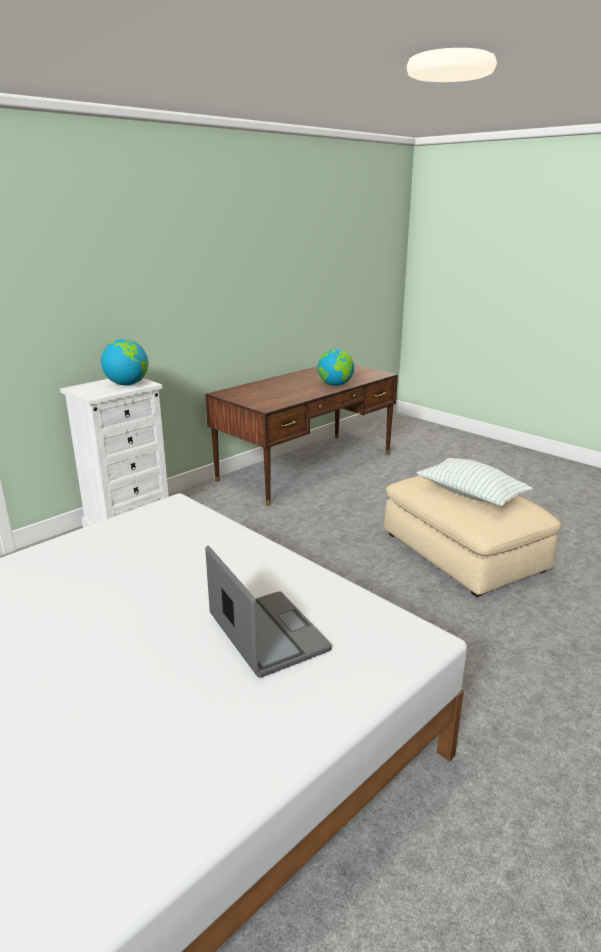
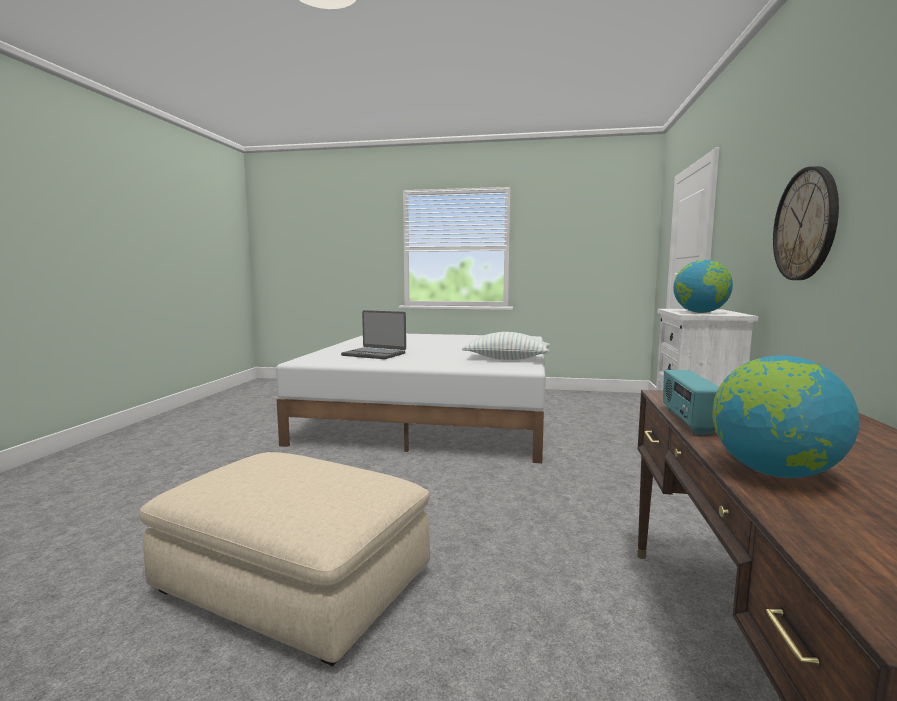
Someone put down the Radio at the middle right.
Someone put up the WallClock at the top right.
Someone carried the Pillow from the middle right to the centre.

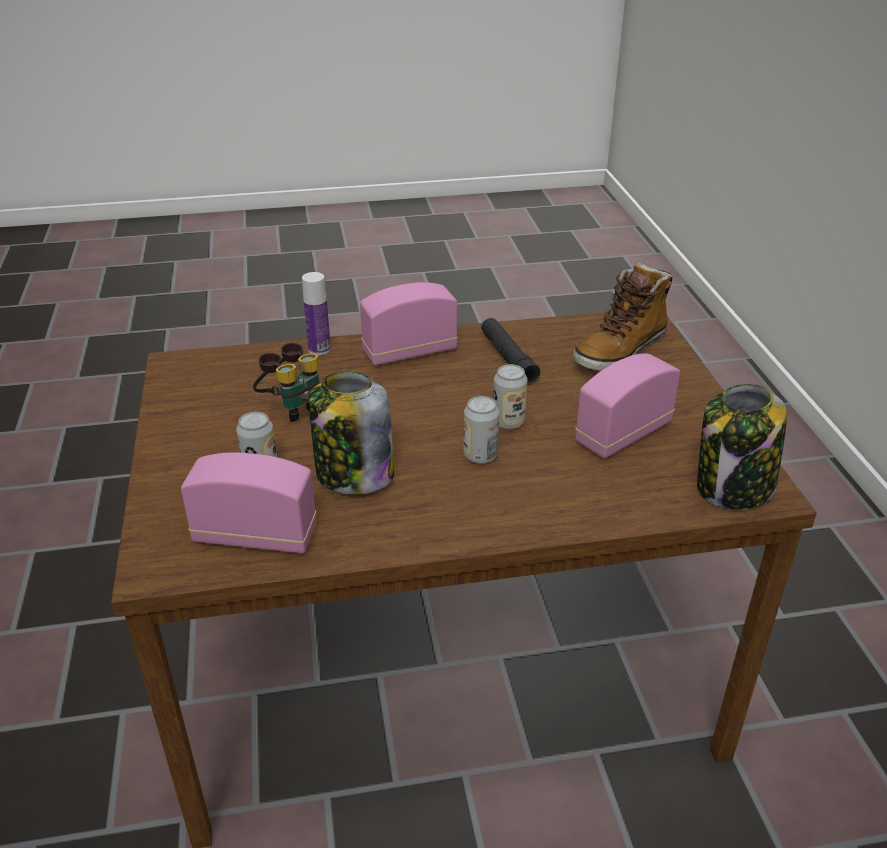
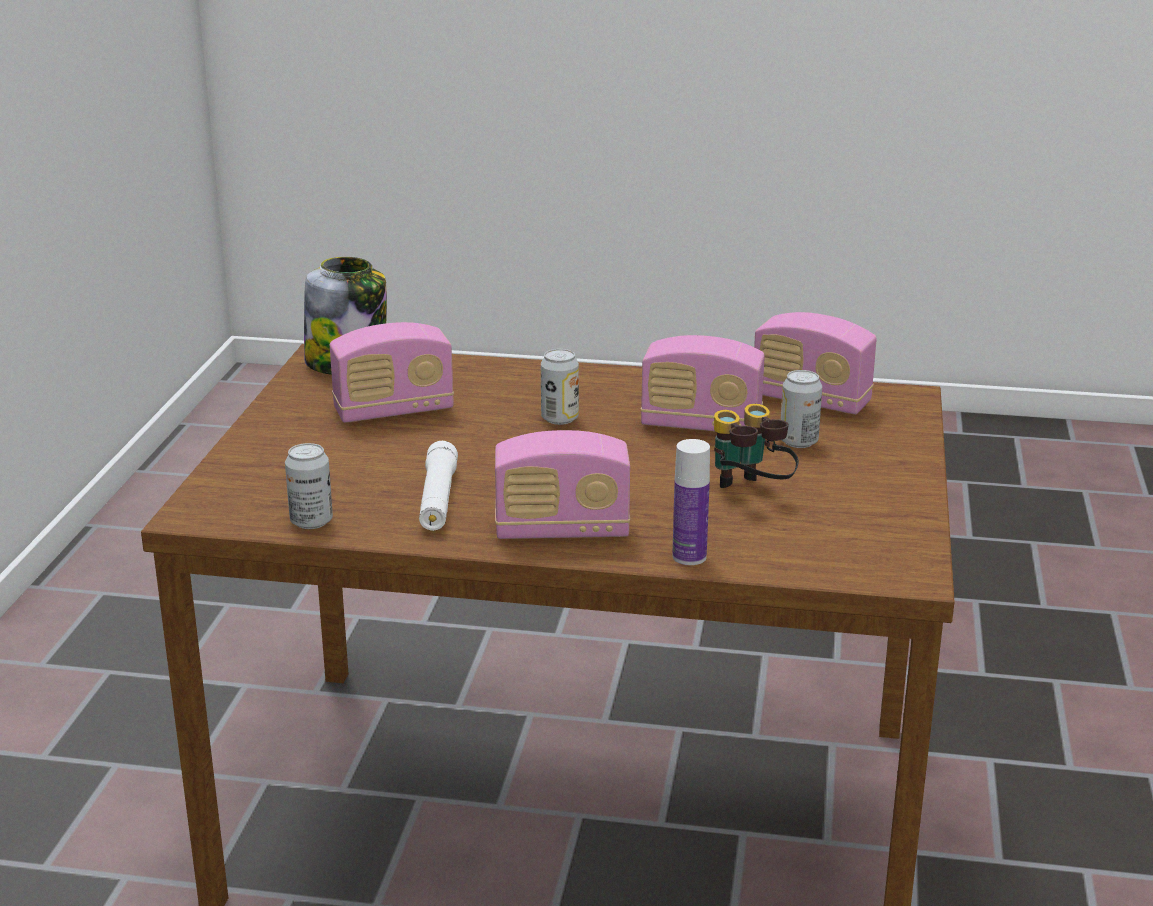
Someone took away the Boot at the middle right.
Someone carried the Can (3rd from left in the first image) from the centre to the middle left.
Someone swapped the Jar (1st from left) at the centre for the Radio (3rd from left) at the centre.
Someone repainted the BlackFlashlight at the centre, which became the WhiteFlashlight at the centre.

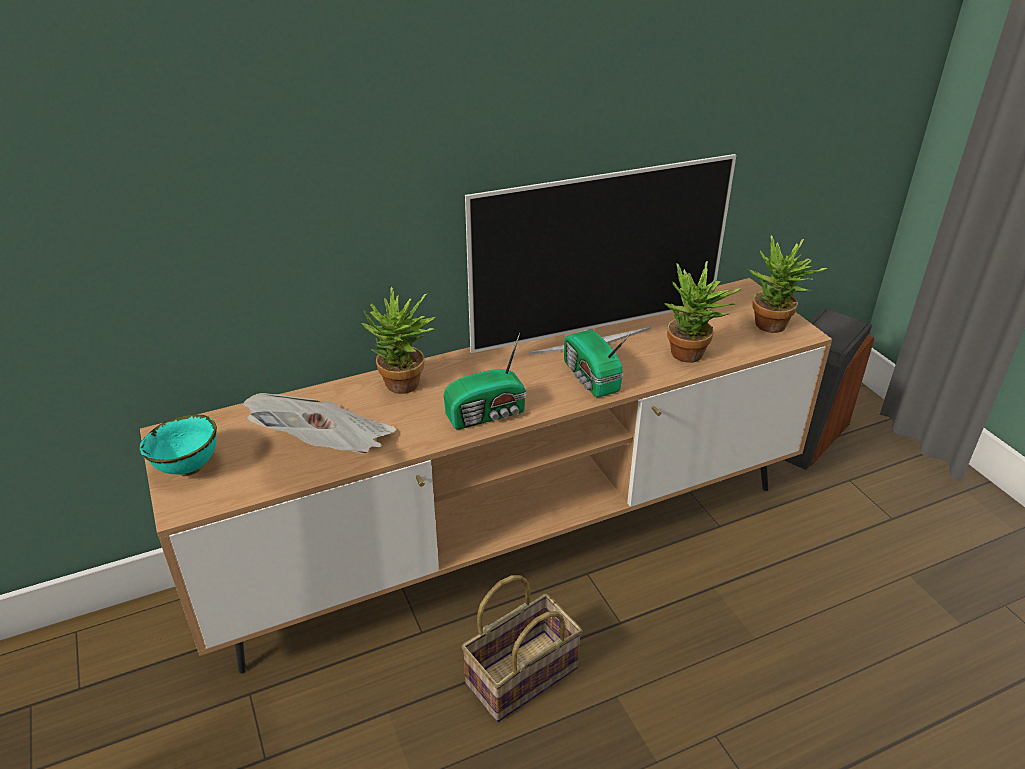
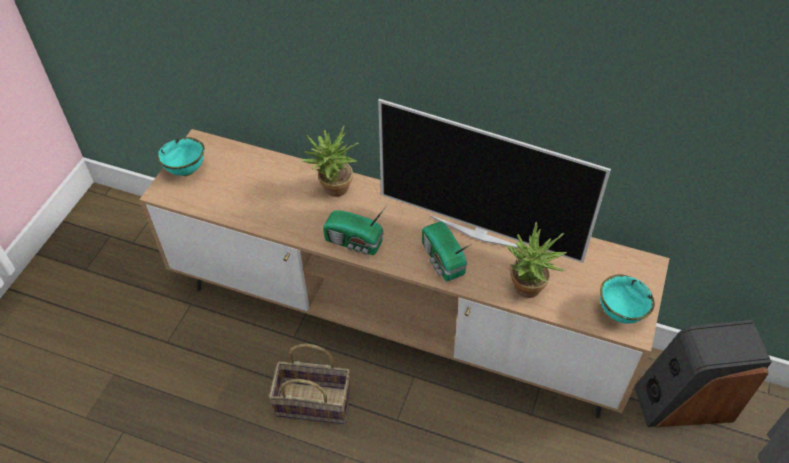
Someone took away the Newspaper at the middle left.
Someone swapped the PottedPlant (3rd from left) at the middle right for the TurquoiseBowl (2nd from left) at the middle right.
Someone rotated the Radio (2nd from left) at the centre by 45 degrees counterclockwise.

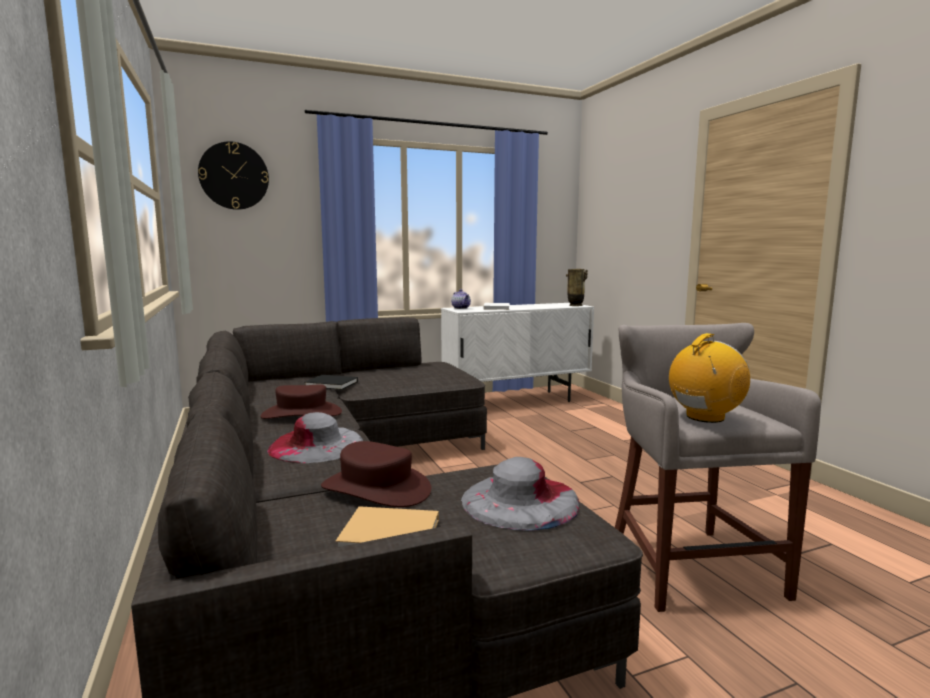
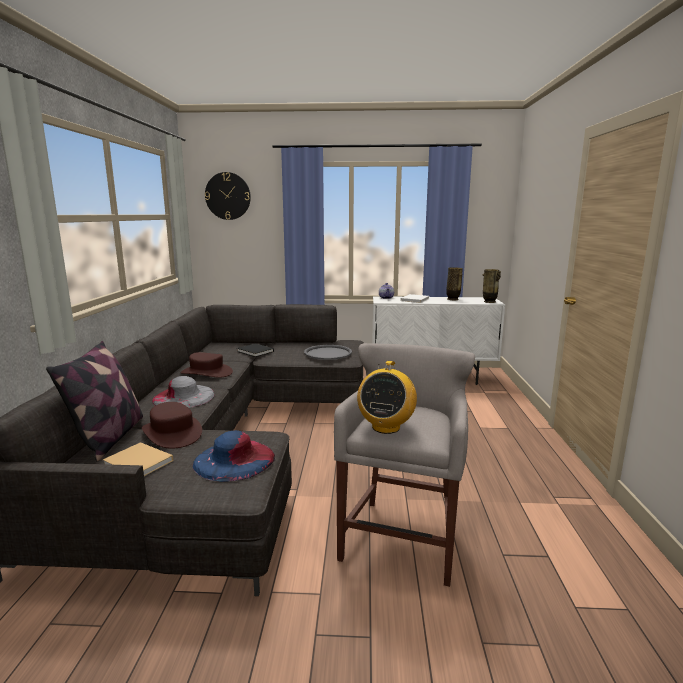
Someone put down the Pillow at the middle left.
Someone put down the GreyTray at the centre.
Someone put down the Vase (1st from left) at the centre.
Someone repainted the GreyHat (2nd from left) at the bottom centre, which became the BlueHat at the bottom centre.
Someone rotated the Radio at the middle right by 120 degrees clockwise.

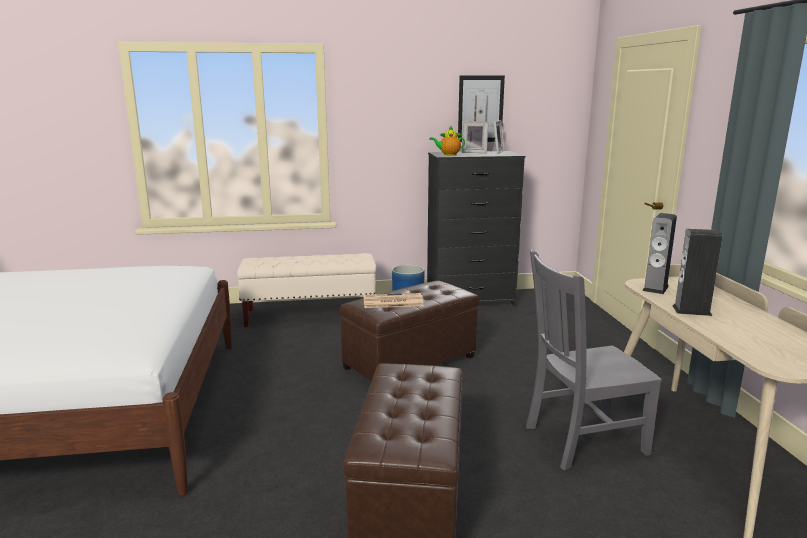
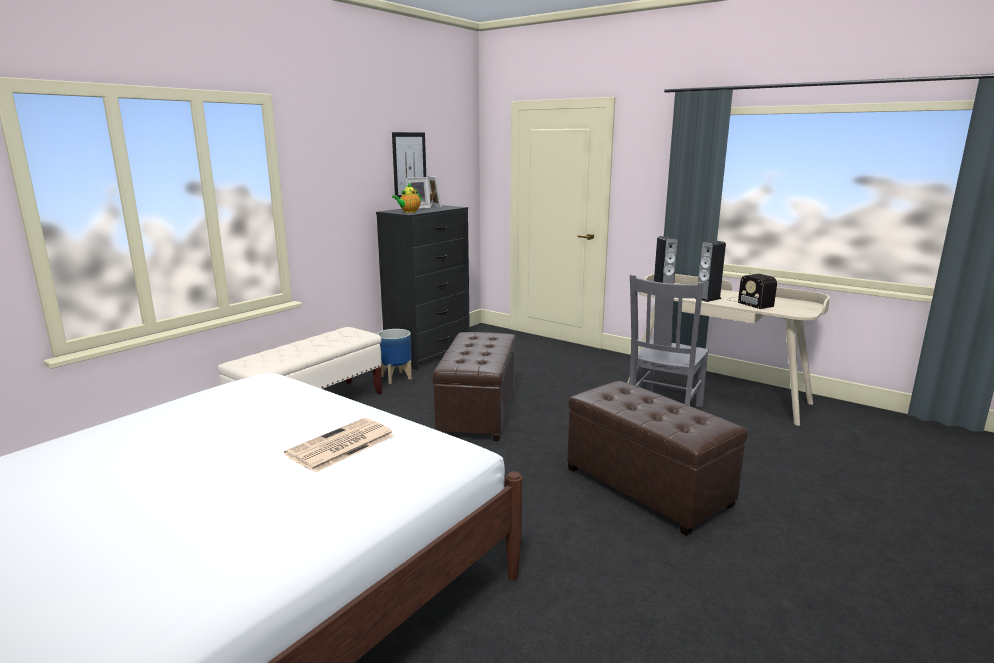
Someone put down the Radio at the middle right.
Someone carried the Newspaper from the centre to the bottom centre.

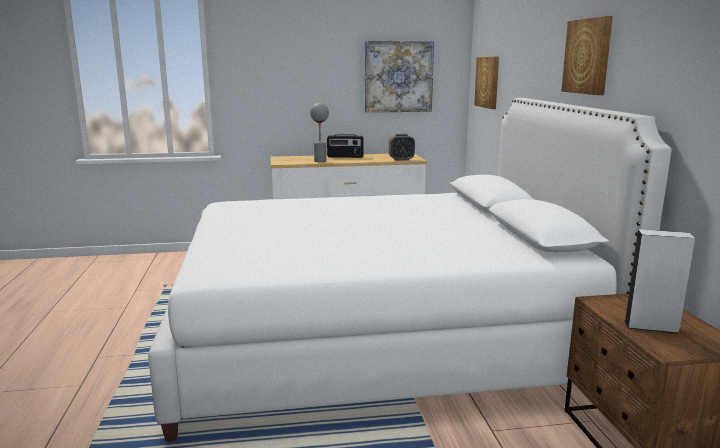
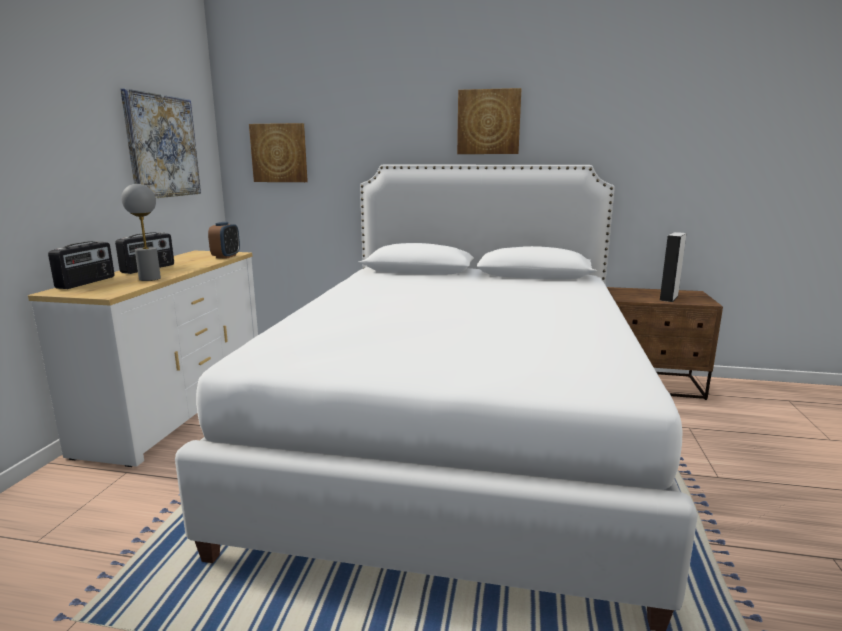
Someone put down the Radio (1st from left) at the middle left.

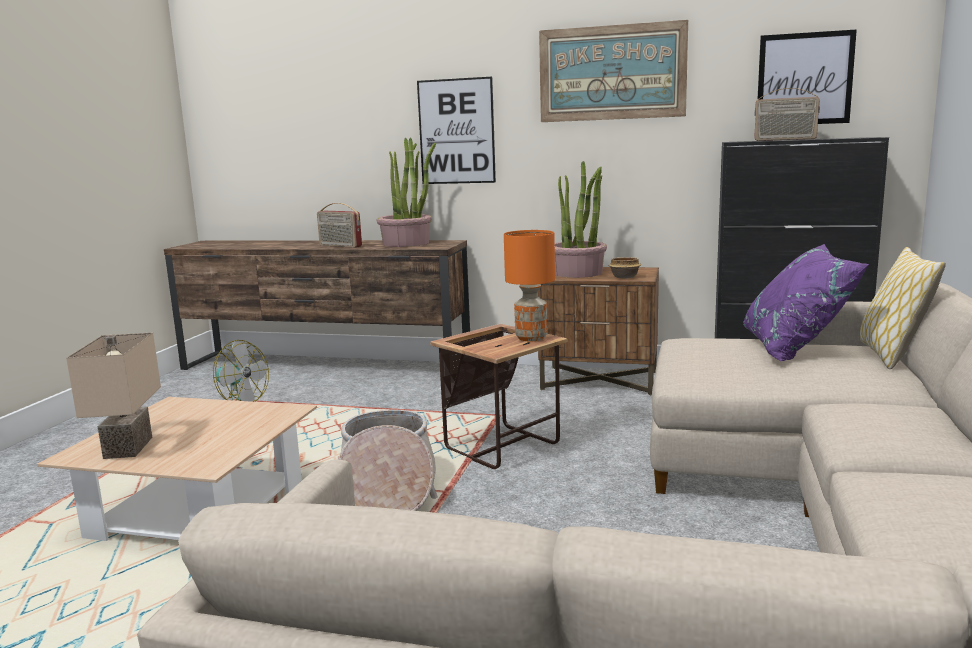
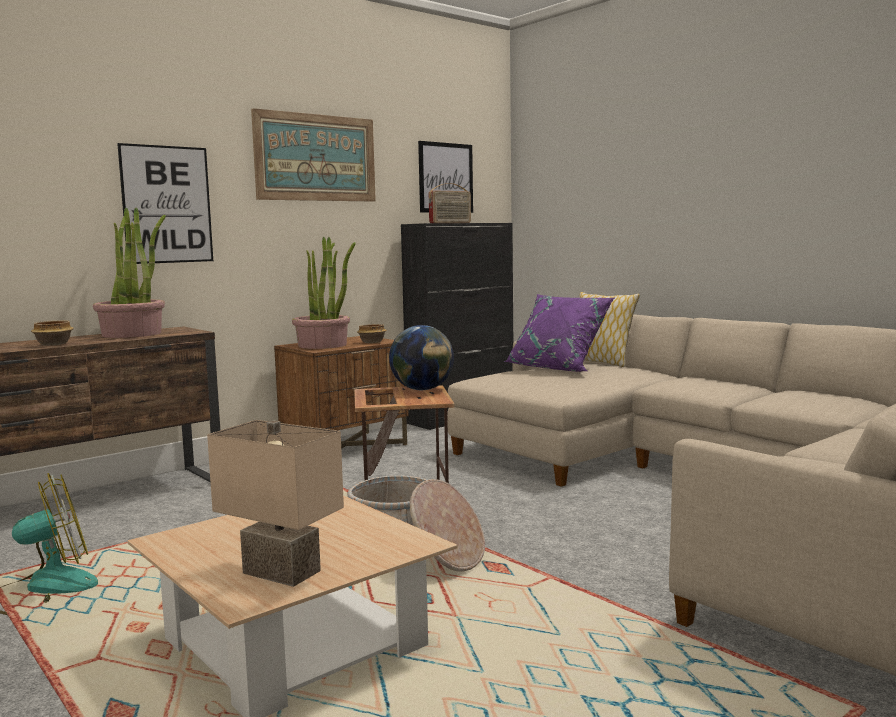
Someone swapped the Radio (1st from left) at the centre for the Bowl (1st from left) at the middle left.
Someone swapped the OrangeTableLamp at the centre for the Globe at the centre.

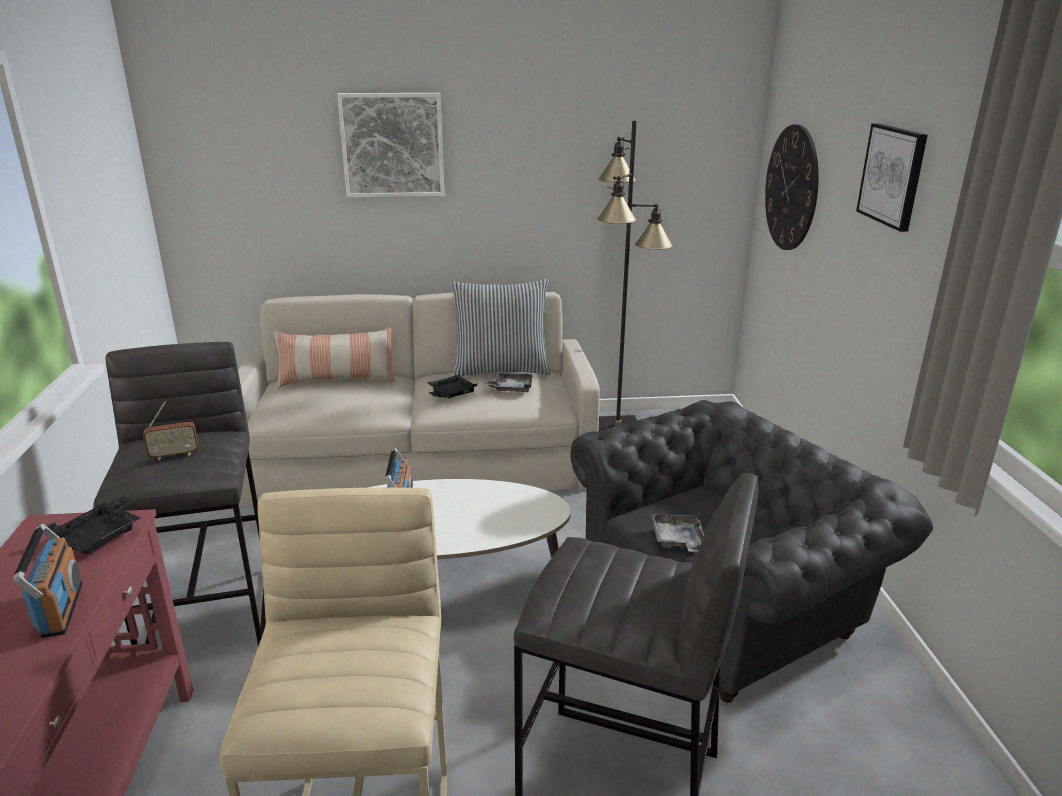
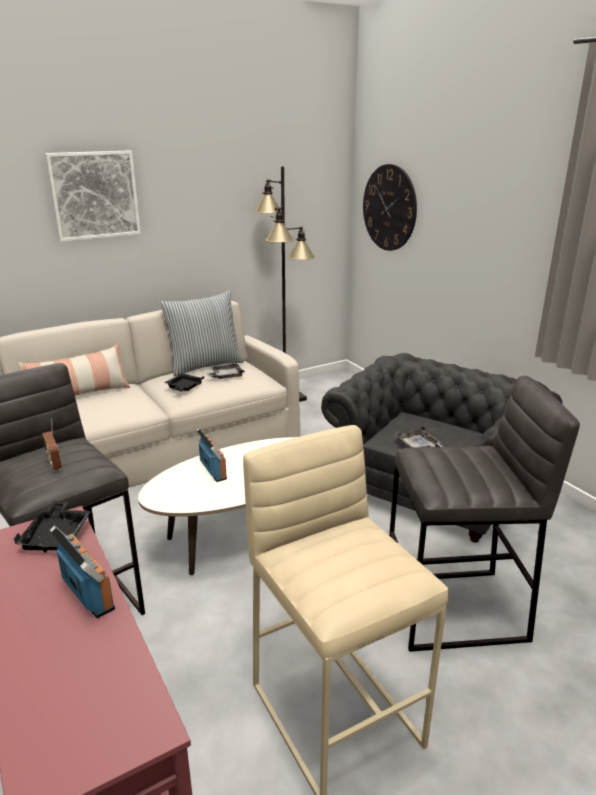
Someone took away the Picture (2nd from left) at the top right.
Someone rotated the Radio (2nd from left in the first image) at the middle left by 105 degrees clockwise.

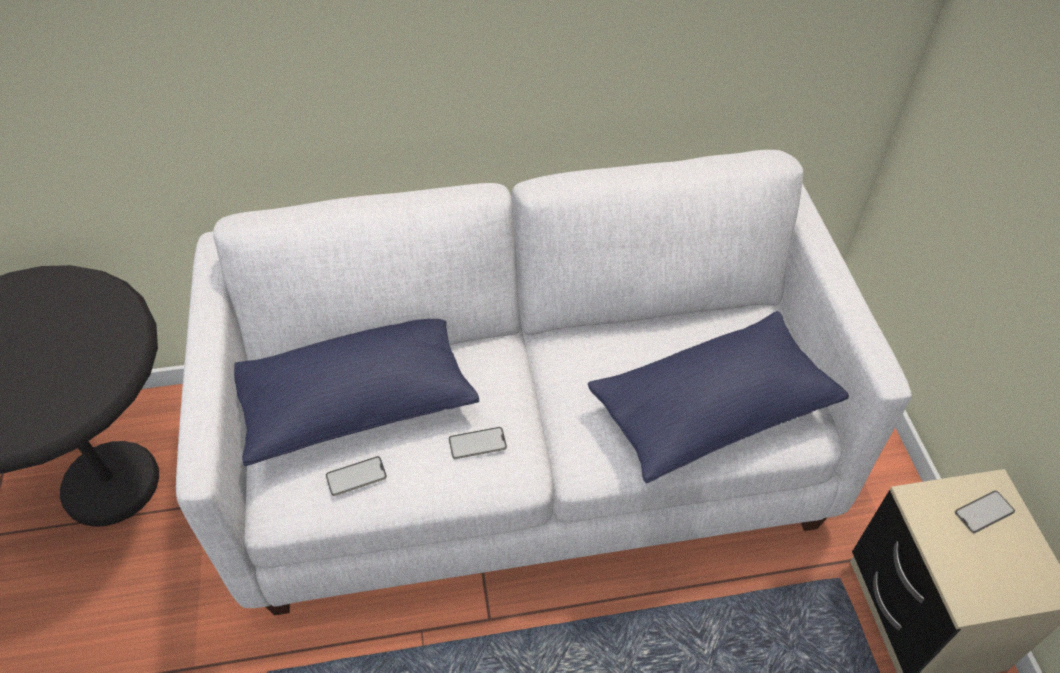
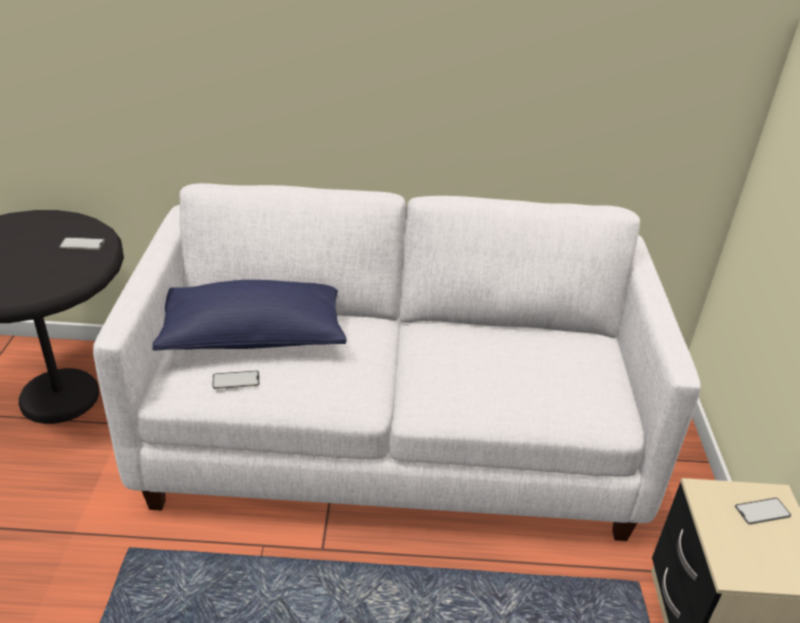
Someone took away the BluePillow (2nd from left) at the middle right.
Someone carried the Phone (2nd from left in the first image) from the centre to the middle left.

